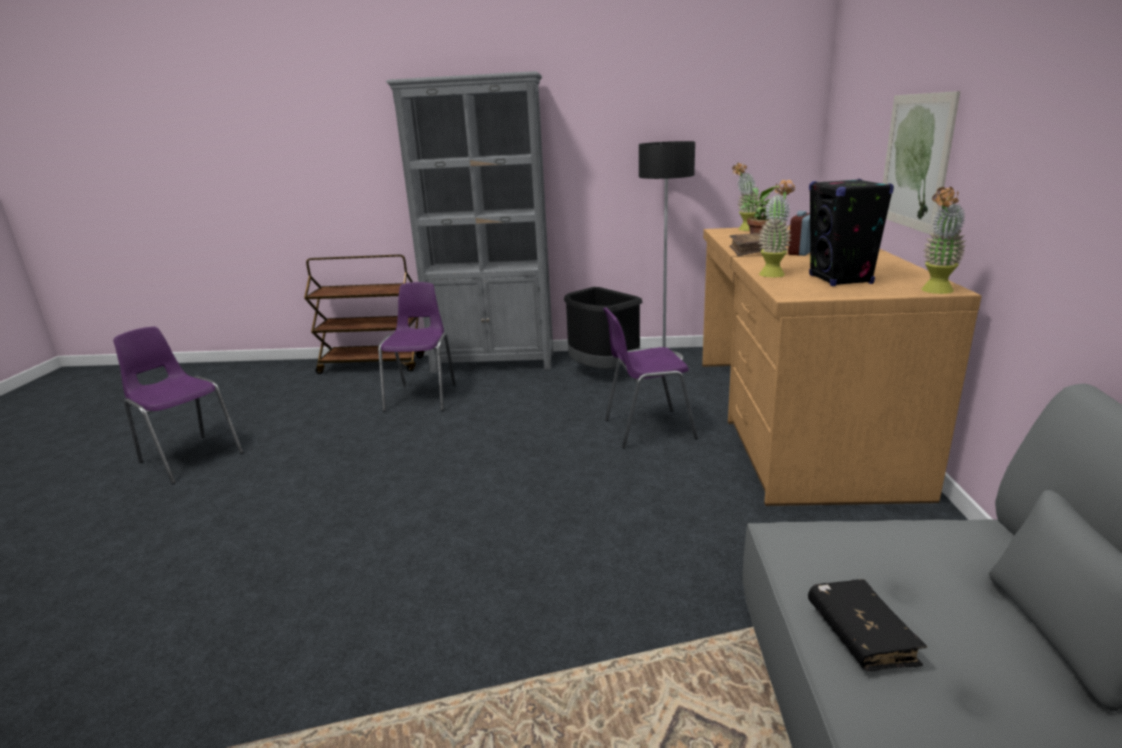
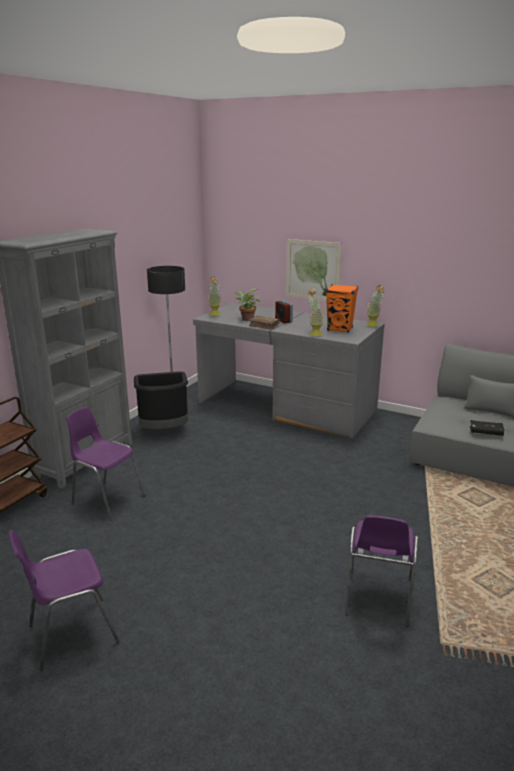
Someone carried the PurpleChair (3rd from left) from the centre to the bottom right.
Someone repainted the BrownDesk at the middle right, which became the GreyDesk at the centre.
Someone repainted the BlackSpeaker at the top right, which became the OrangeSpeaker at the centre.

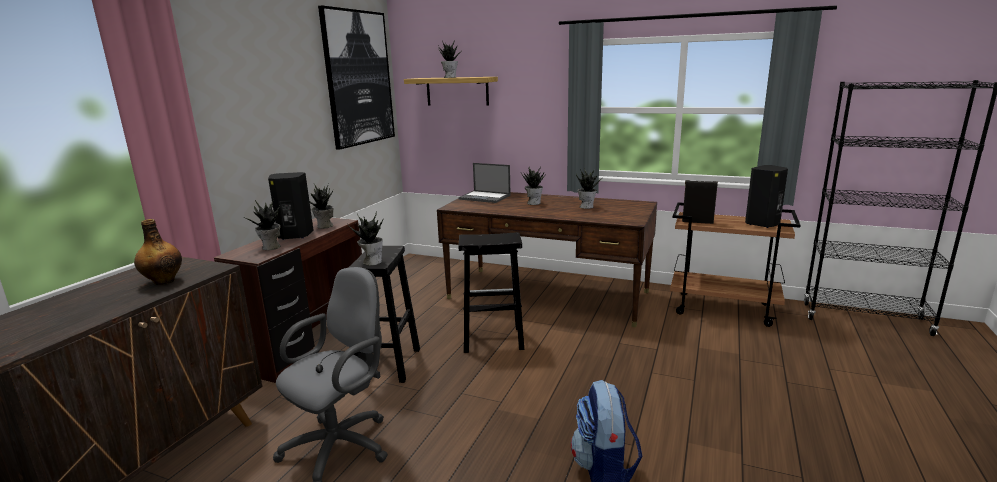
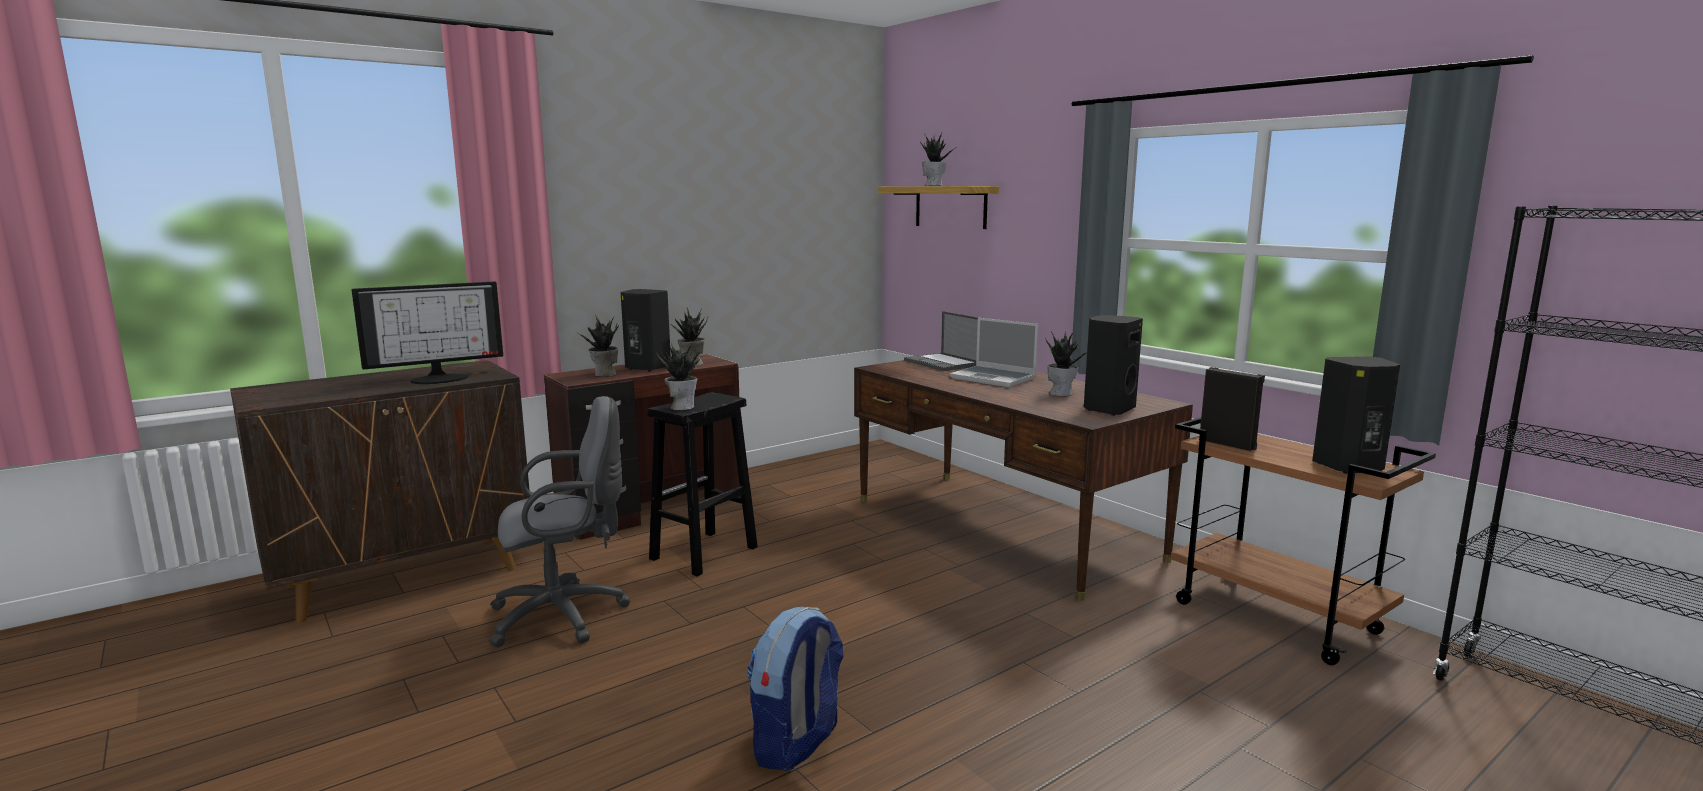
Someone took away the Picture at the top centre.
Someone took away the BlackStool (2nd from left) at the centre.
Someone put down the BlackSpeaker (2nd from left) at the centre.
Someone swapped the Bottle at the middle left for the Monitor at the middle left.
Someone swapped the PottedPlant (5th from left) at the centre for the Laptop (2nd from left) at the centre.

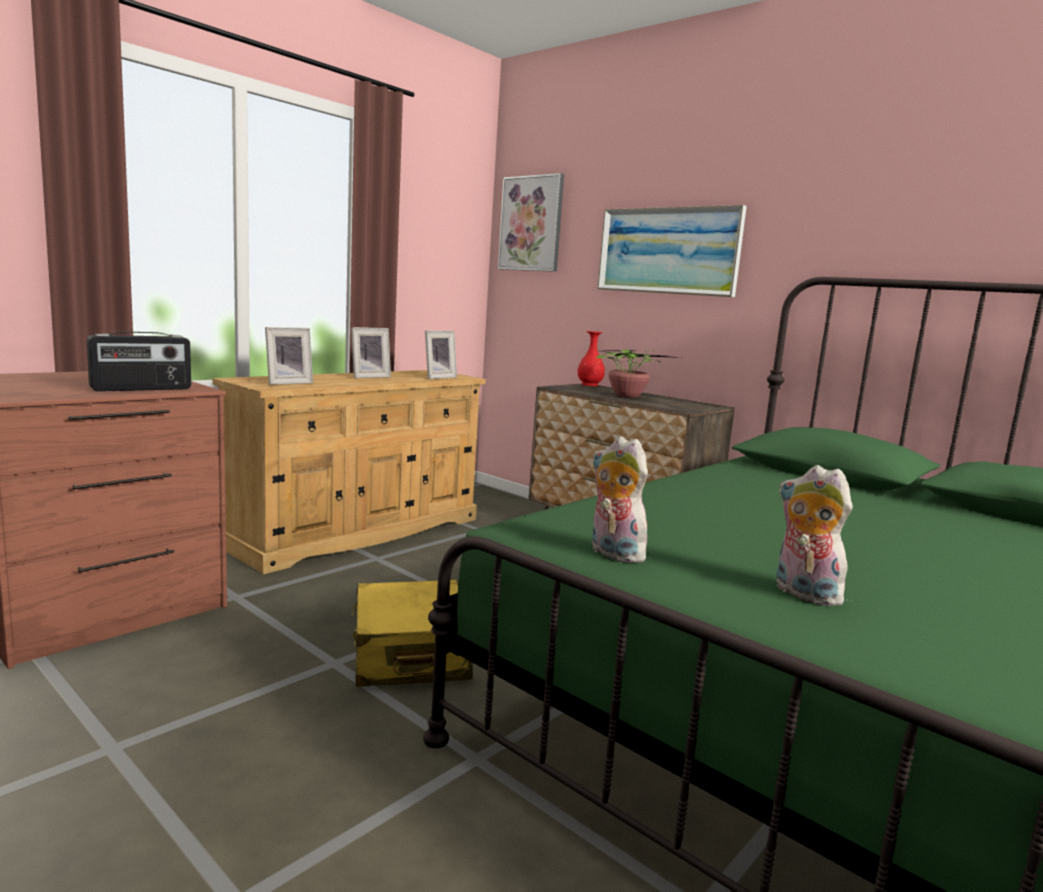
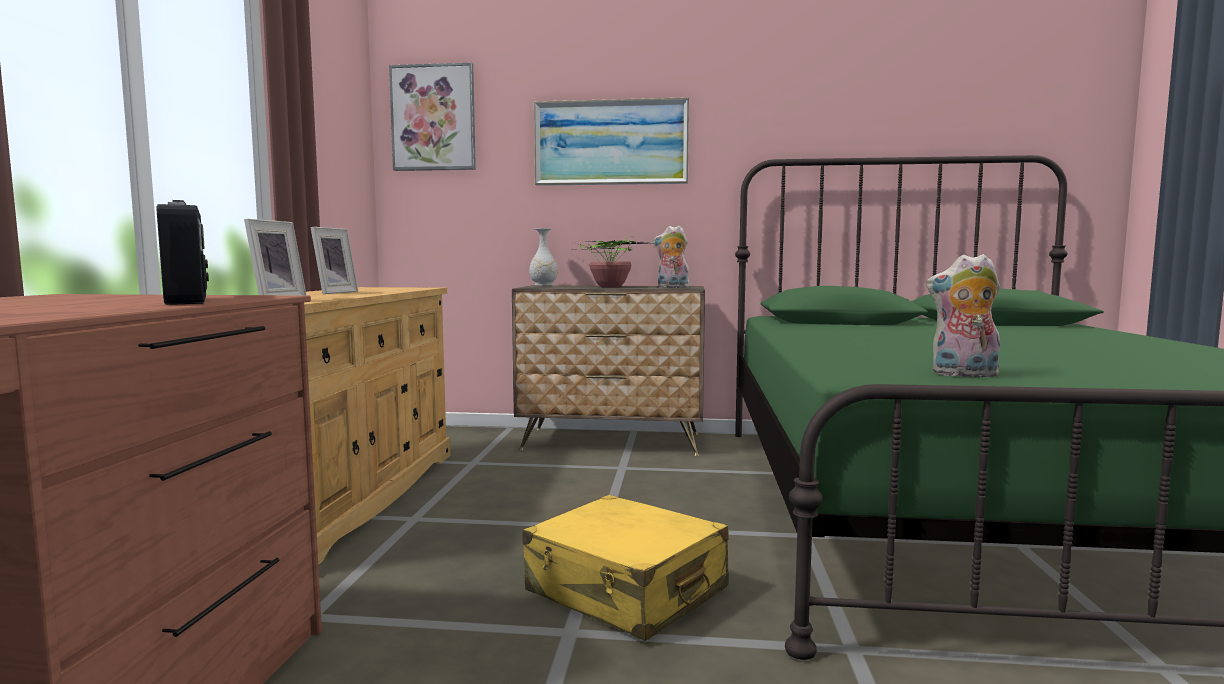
Someone took away the PictureFrame (3rd from left) at the centre.
Someone carried the PlushToy (2nd from left in the first image) from the middle right to the centre.
Someone repainted the RedVase at the centre, which became the WhiteVase at the centre.
Someone rotated the Radio at the middle left by 45 degrees counterclockwise.

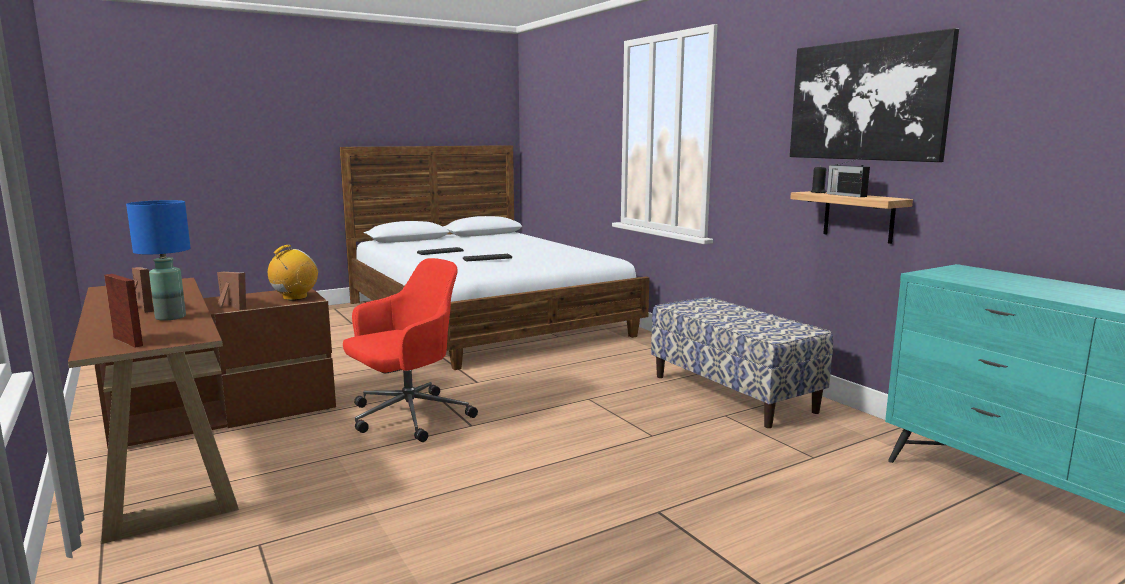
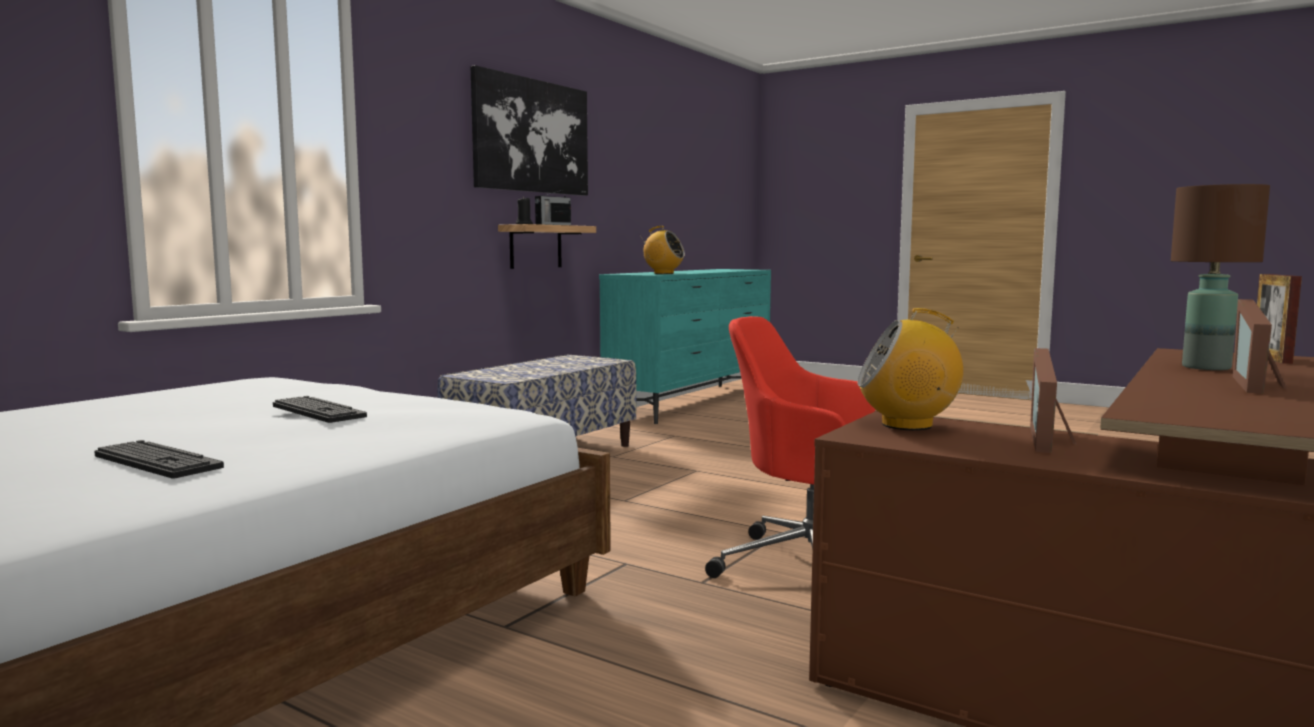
Someone put down the Radio (2nd from left) at the centre.
Someone repainted the BlueTableLamp at the middle left, which became the BrownTableLamp at the middle right.

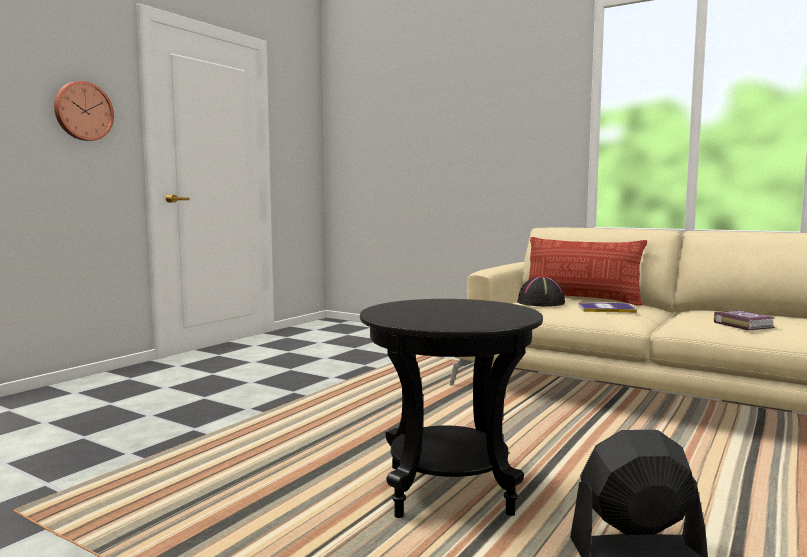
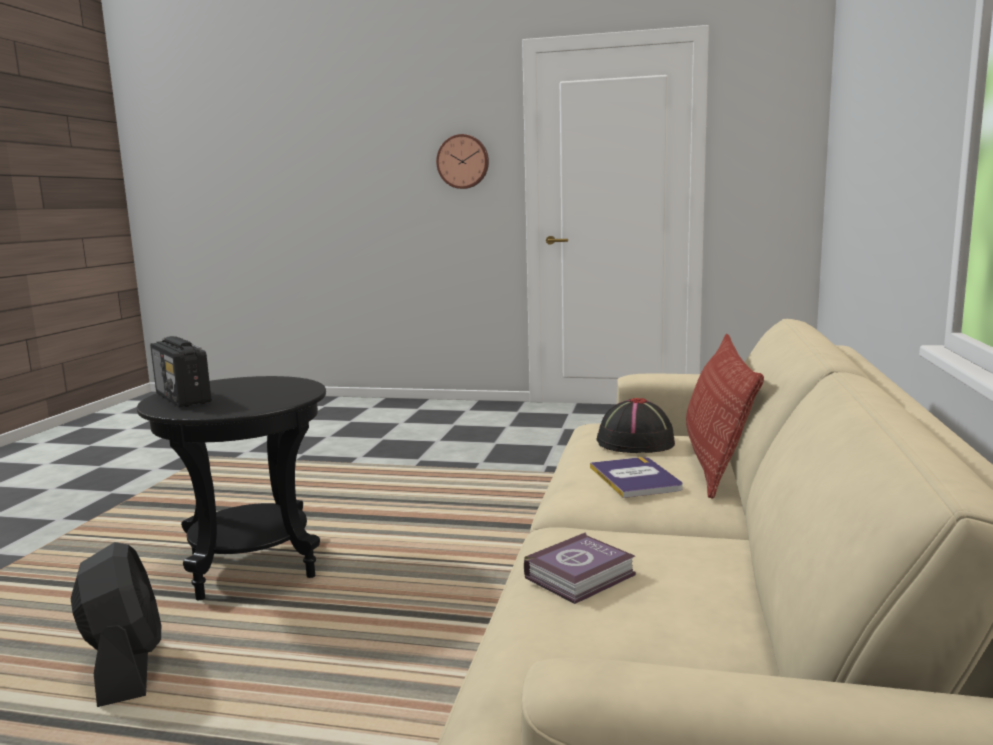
Someone put down the Radio at the middle left.

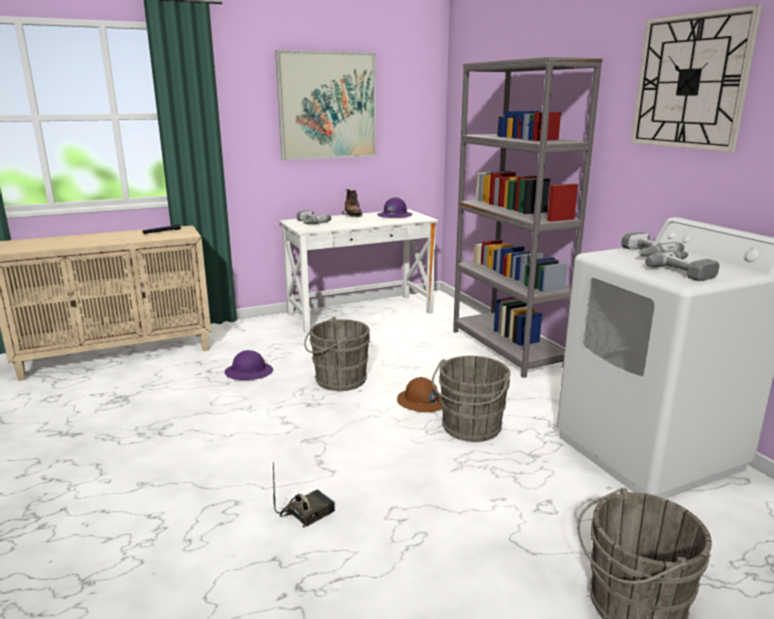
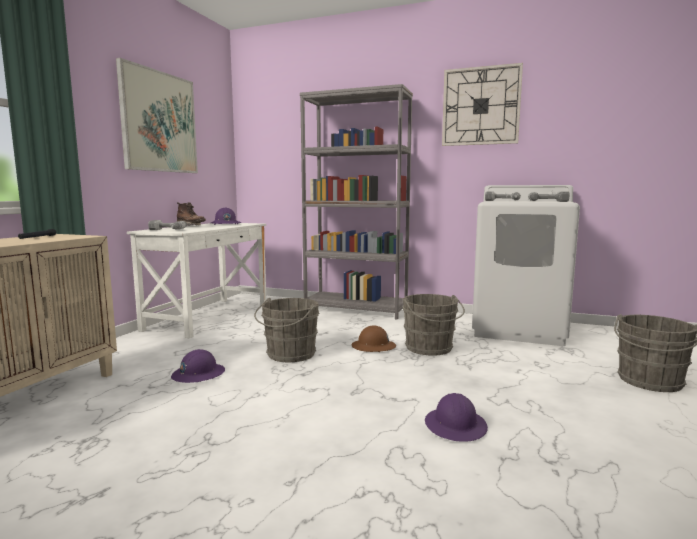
Someone swapped the Radio at the bottom centre for the PurpleHardHat (3rd from left) at the bottom centre.

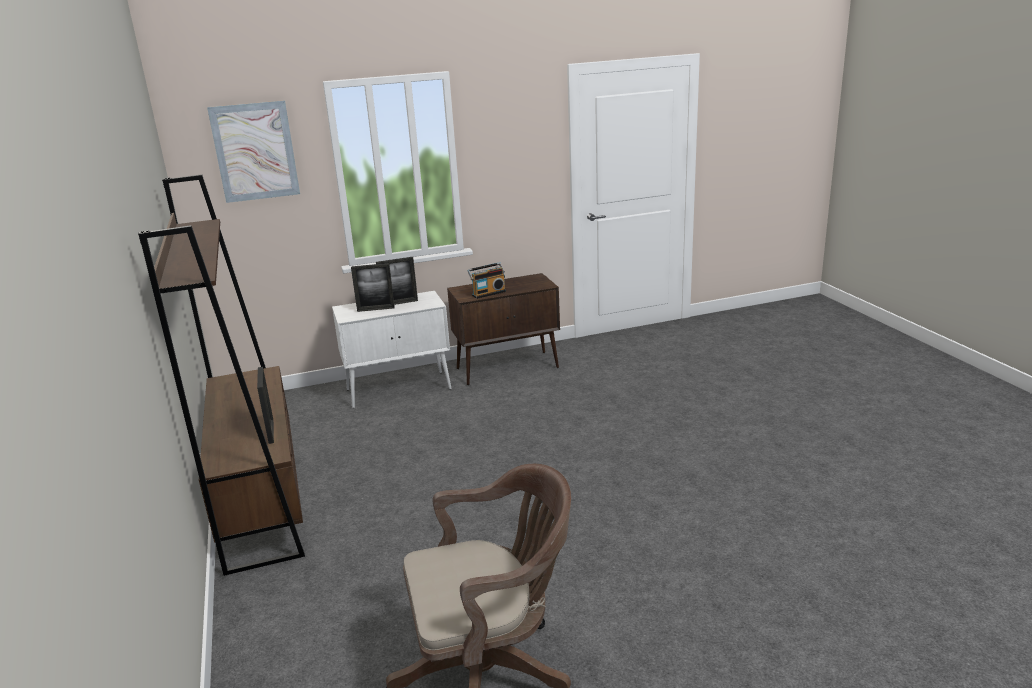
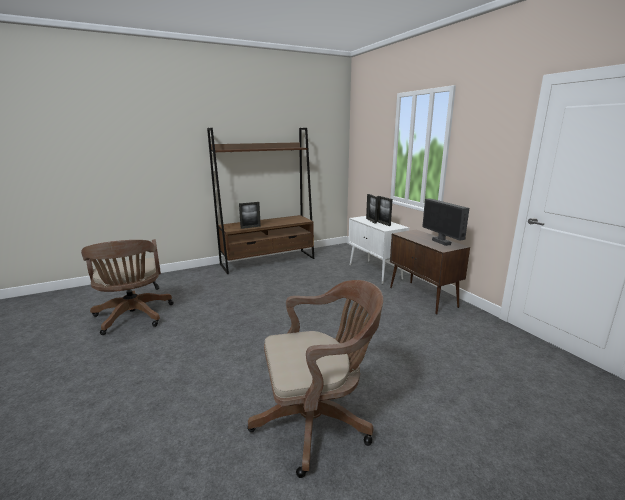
Someone took away the Picture at the top left.
Someone took away the Radio at the centre.
Someone put down the BrownOfficeChair (2nd from left) at the bottom centre.
Someone put down the Monitor at the middle right.

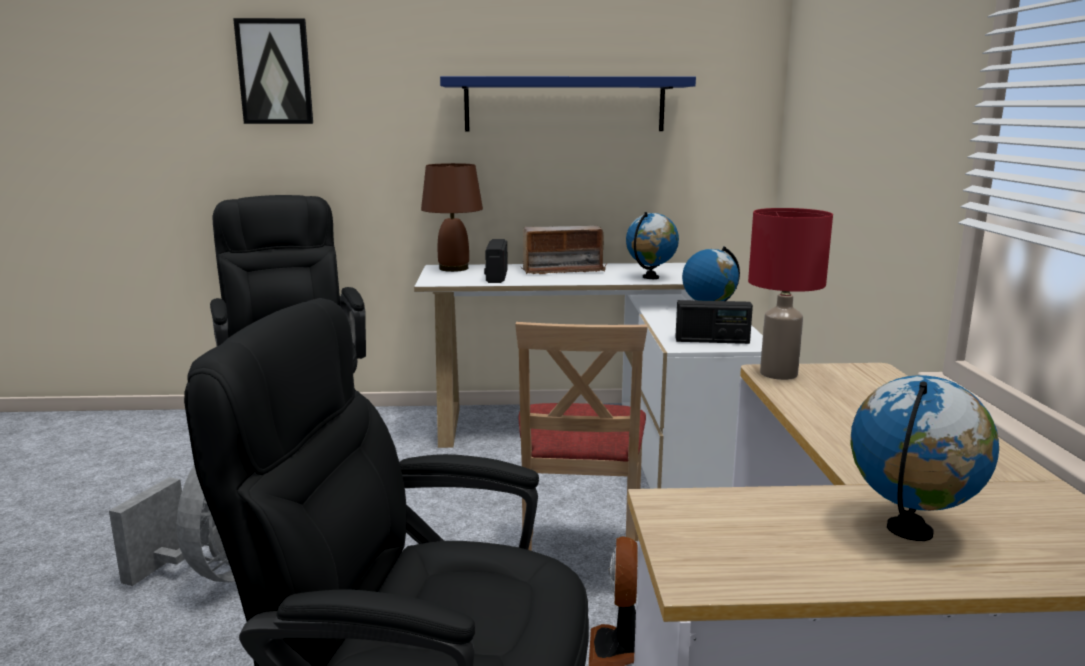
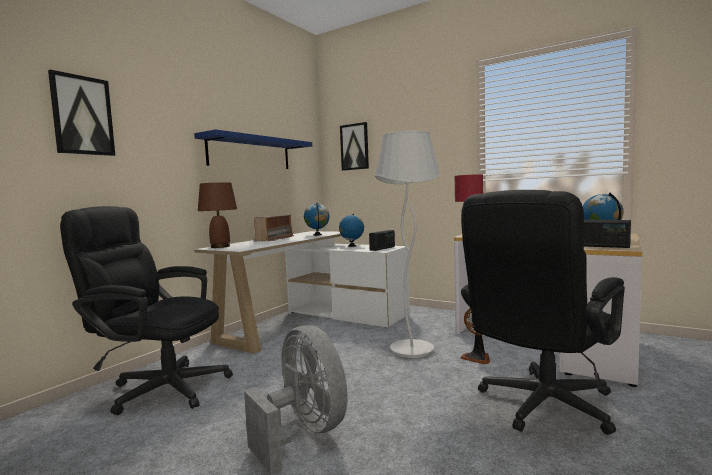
Someone put up the Picture (2nd from left) at the top centre.
Someone carried the Radio (1st from left in the first image) from the centre to the middle right.
Someone swapped the BeigeChair at the centre for the WhiteFloorLamp at the centre.

